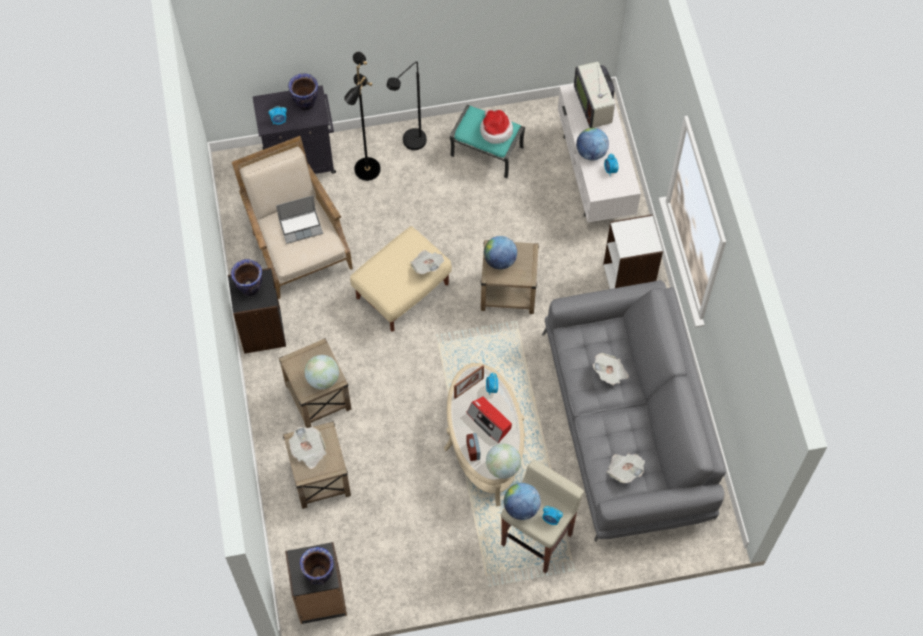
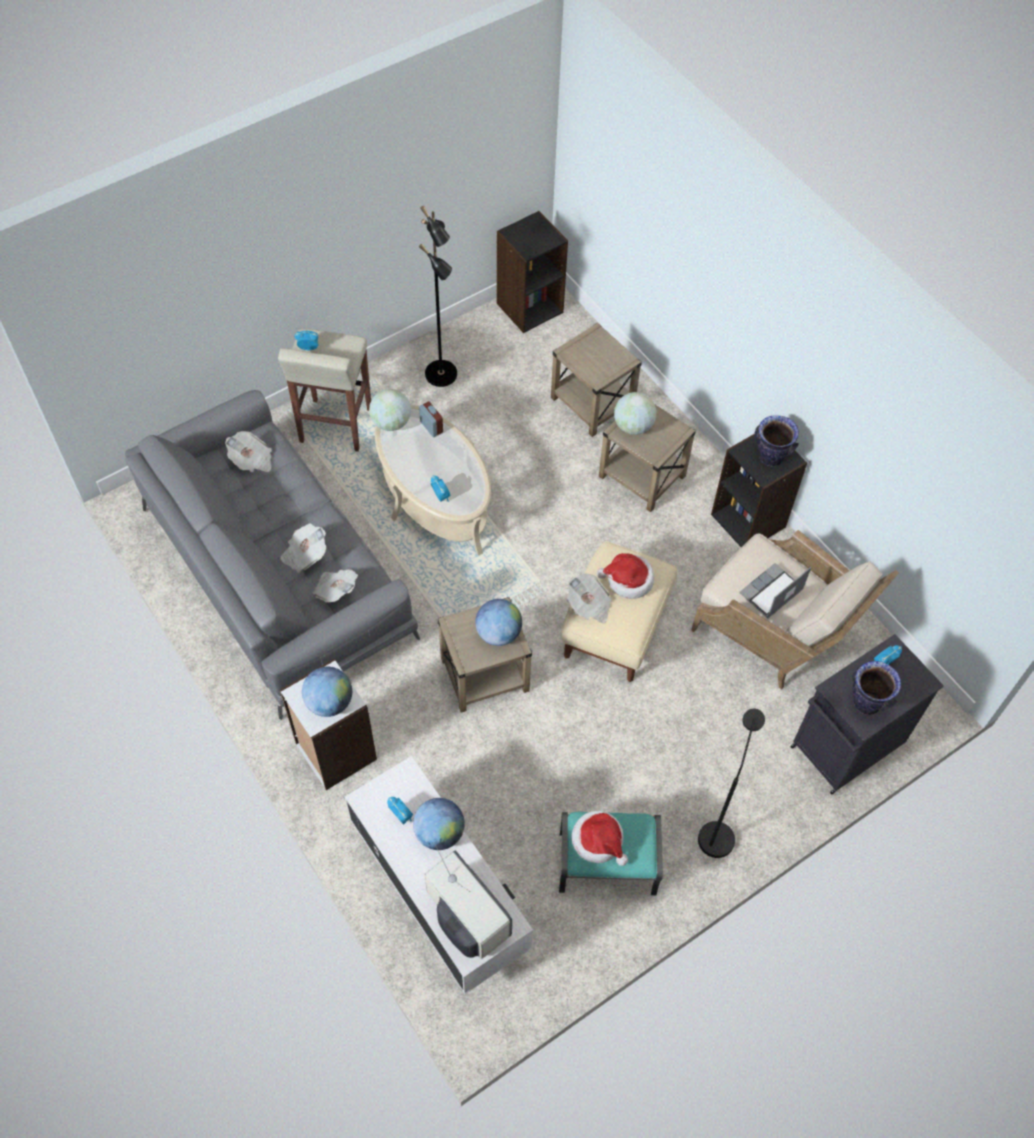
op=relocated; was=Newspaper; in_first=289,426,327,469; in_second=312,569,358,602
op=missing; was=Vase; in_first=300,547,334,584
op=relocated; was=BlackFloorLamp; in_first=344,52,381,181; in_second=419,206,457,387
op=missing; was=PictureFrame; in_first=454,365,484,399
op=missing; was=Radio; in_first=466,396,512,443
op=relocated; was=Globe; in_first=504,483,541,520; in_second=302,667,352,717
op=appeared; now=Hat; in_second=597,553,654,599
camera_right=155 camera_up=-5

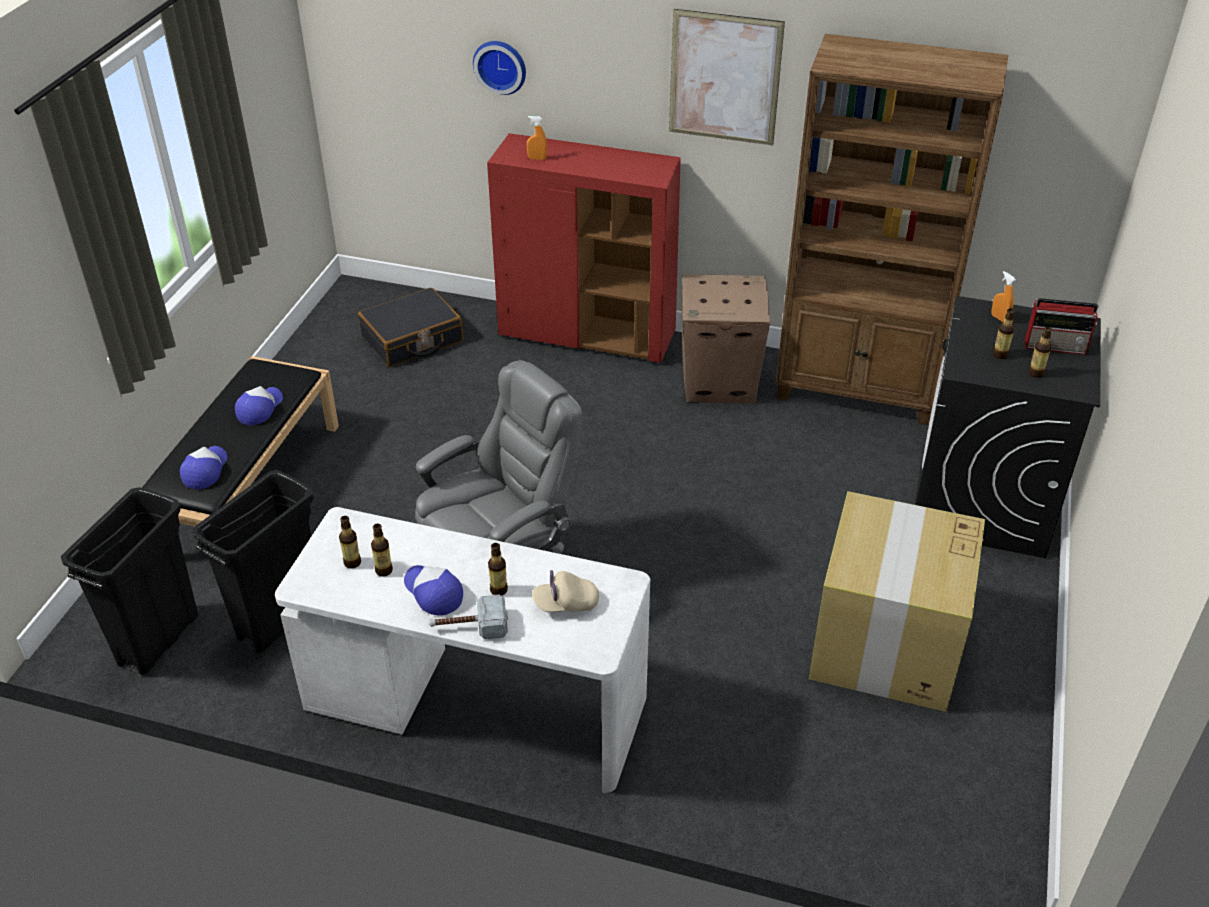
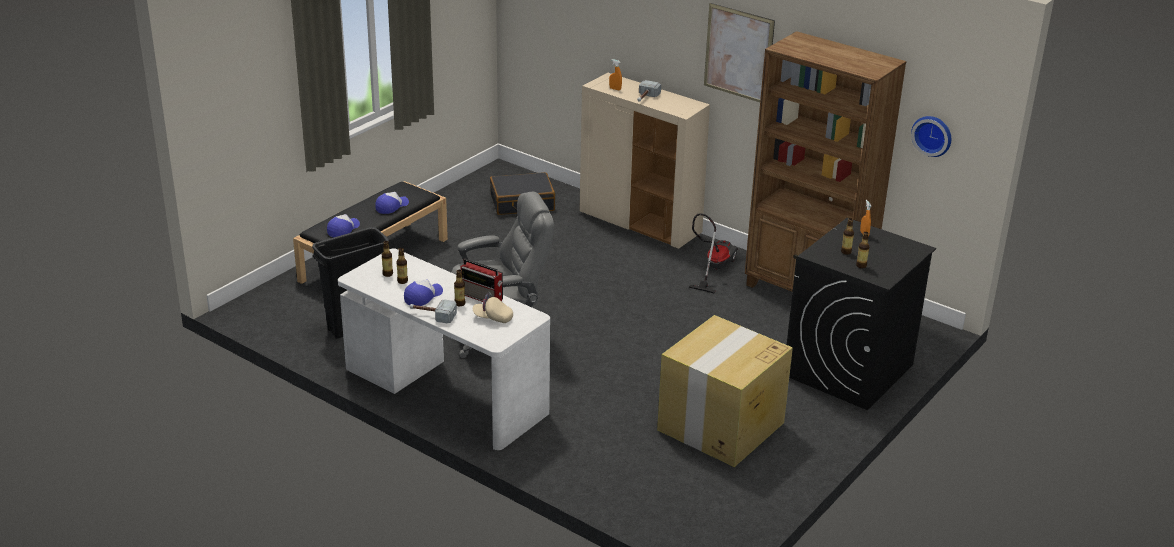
op=missing; was=BlackTrashCan; in_first=61,487,198,675
op=spun; was=Cap; in_first=404,565,463,615; in_second=404,279,443,306; clockwise=60
op=relocated; was=WallClock; in_first=473,41,526,95; in_second=911,116,951,157
op=colour; was=RedCabinet; now=BeigeCabinet; in_first=487,133,681,363; in_second=579,73,710,249
op=exchanged; was=CardboardBox; now=VacuumCleaner; in_first=682,274,770,404; in_second=688,213,738,293
op=relocated; was=Radio; in_first=1025,298,1099,355; in_second=460,259,503,302
op=appeared; now=Hammer; in_second=637,80,661,102
camera_right=20 camera_up=-10

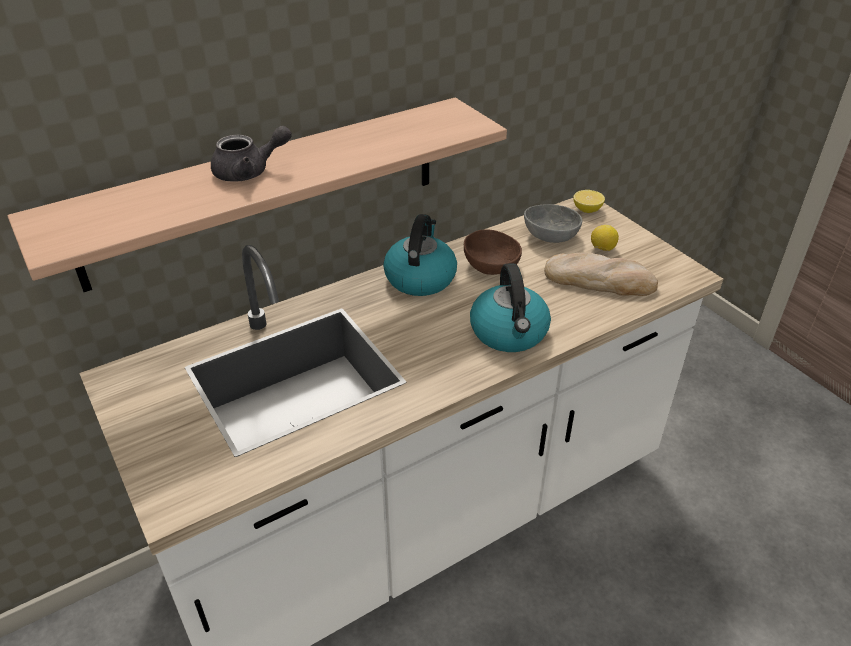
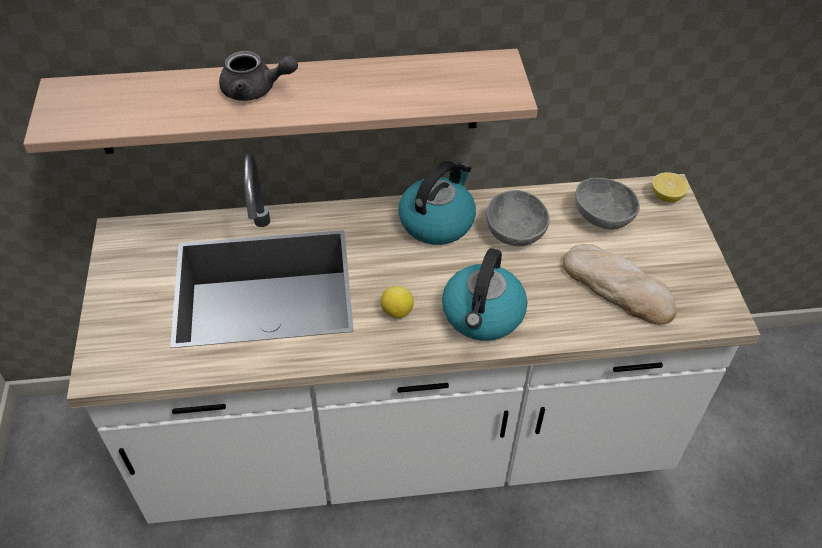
op=colour; was=BrownBowl; now=GreyBowl; in_first=464,229,522,275; in_second=486,190,550,246
op=relocated; was=Lemon; in_first=591,225,619,251; in_second=381,286,414,318
camera_right=25 camera_up=10

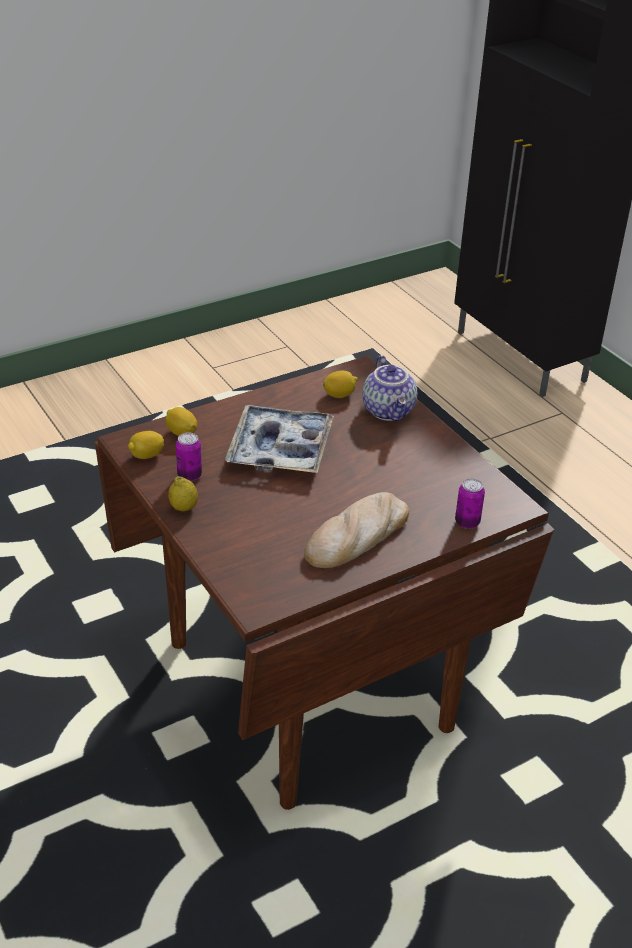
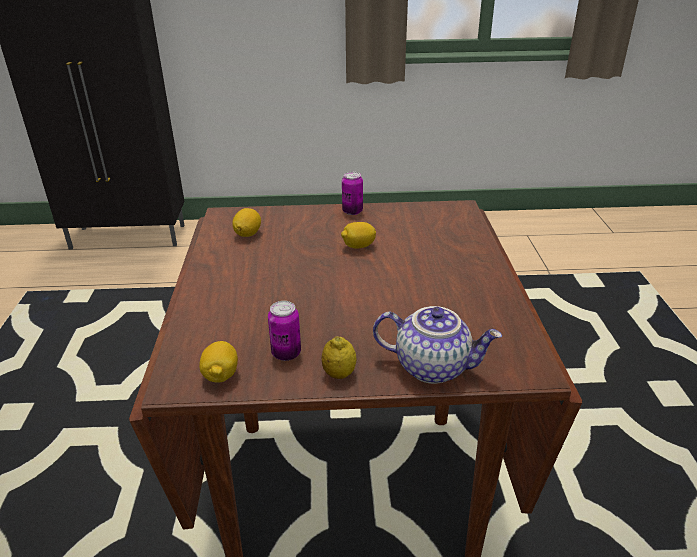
op=relocated; was=Lemon; in_first=165,407,197,436; in_second=341,222,376,249
op=missing; was=Tray; in_first=225,405,334,473
op=missing; was=Bread; in_first=304,492,409,568
op=relocated; was=Teapot; in_first=363,355,417,421; in_second=373,306,502,384
op=relocated; was=Can; in_first=455,478,485,529; in_second=342,172,363,215
camera_right=-60 camera_up=-5

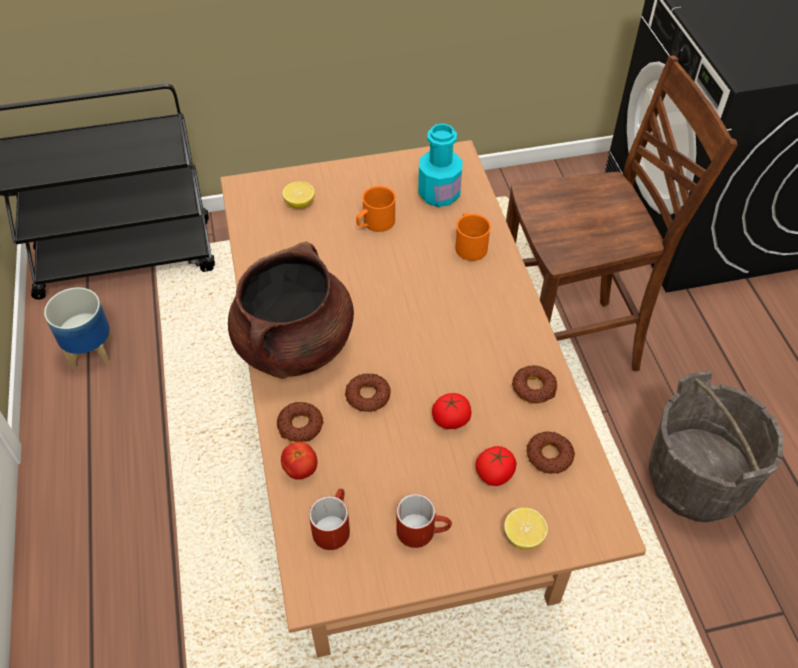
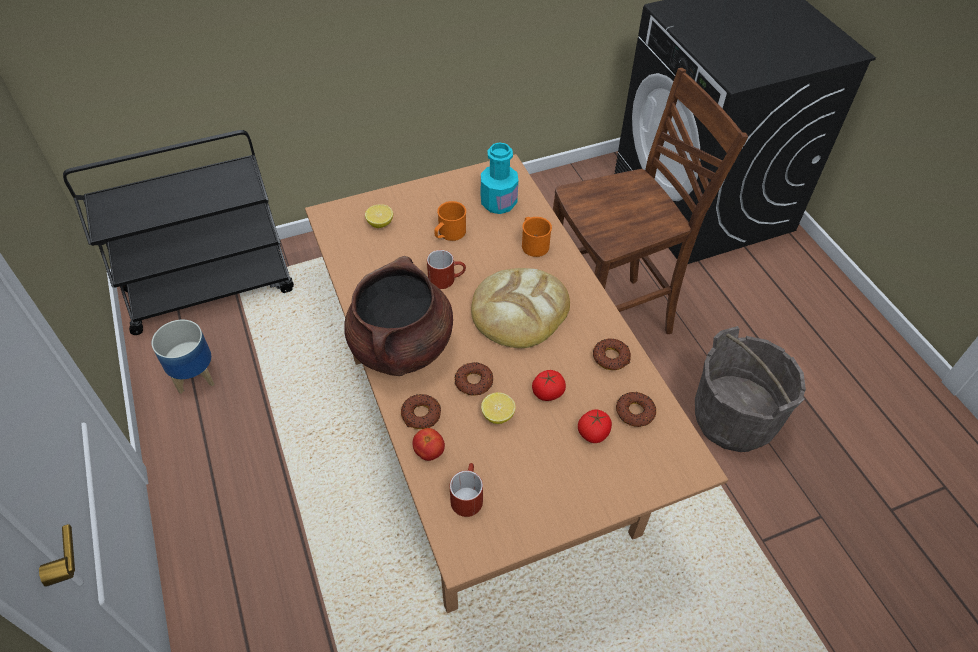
op=relocated; was=RedMug; in_first=396,494,452,548; in_second=427,250,466,289
op=relocated; was=Lemon; in_first=504,508,548,549; in_second=481,392,516,424
op=appeared; now=Bread; in_second=471,268,570,348
camera_right=-10 camera_up=0

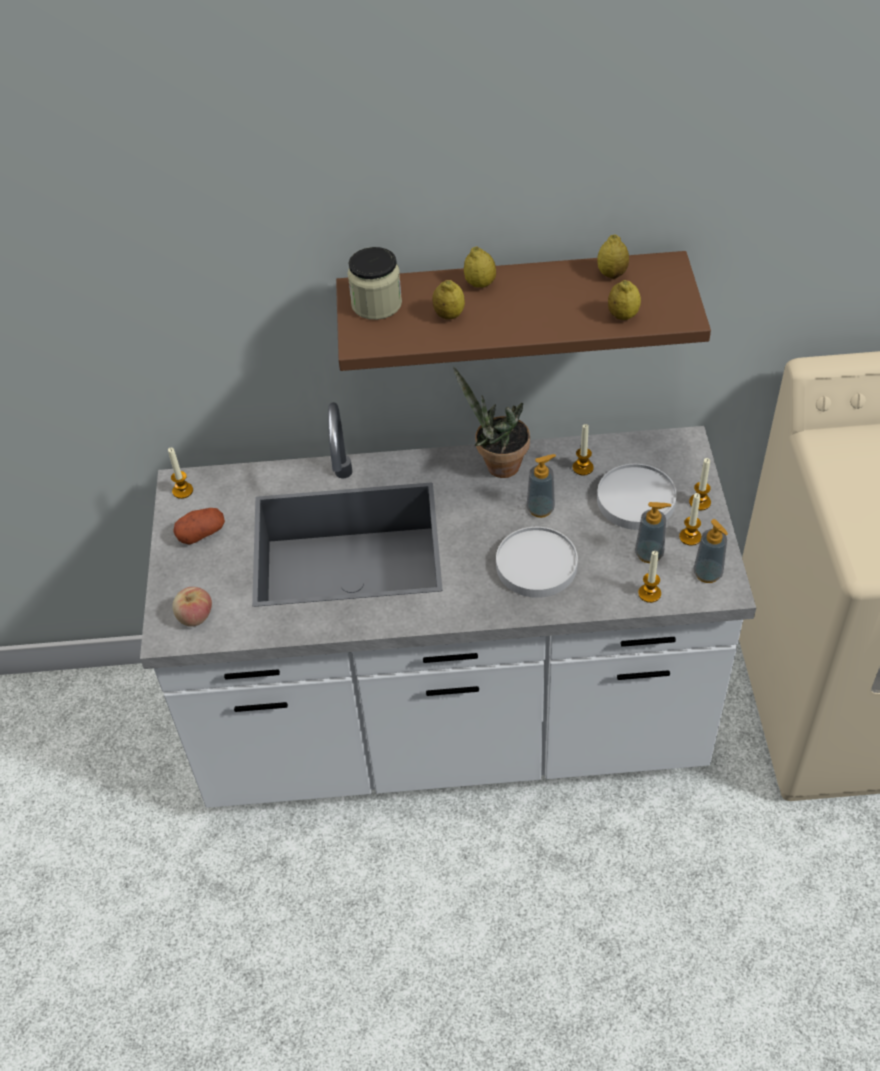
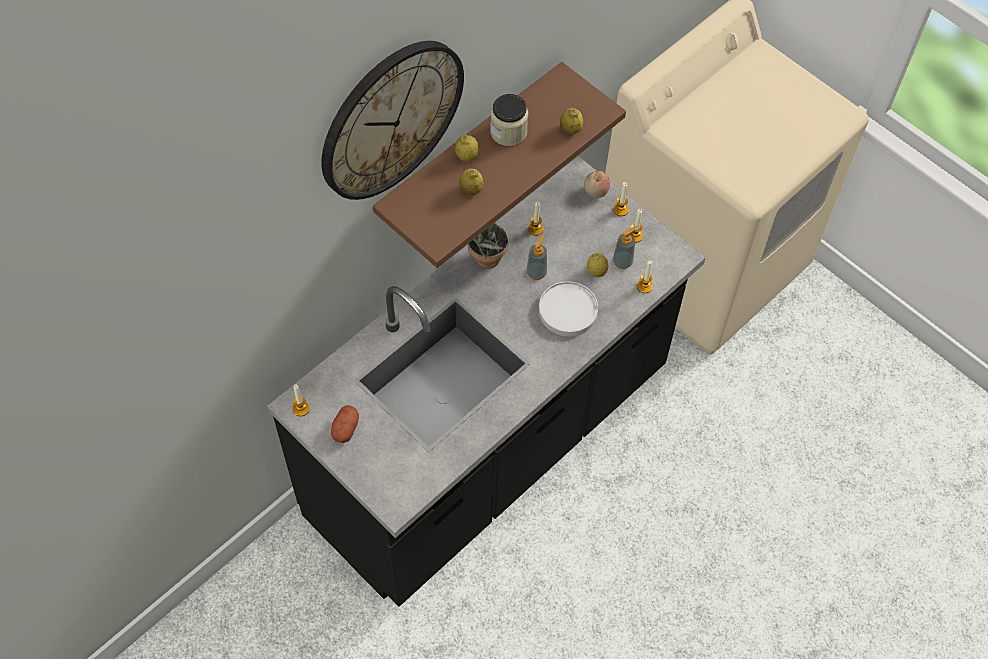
op=colour; was=WhiteCounter; now=BlackCounter; in_first=140,402,756,808; in_second=267,156,706,607
op=relocated; was=Apple; in_first=172,587,212,627; in_second=584,171,610,198
op=relocated; was=Jar; in_first=347,247,402,320; in_second=490,94,528,146
op=relocated; was=Lemon; in_first=597,234,629,279; in_second=587,252,608,277
op=missing; was=WhitePlate; in_first=597,464,677,530
op=missing; was=SoapDispenser; in_first=694,519,728,583
op=appeared; now=WallClock; in_second=322,41,464,200
camera_right=-45 camera_up=10

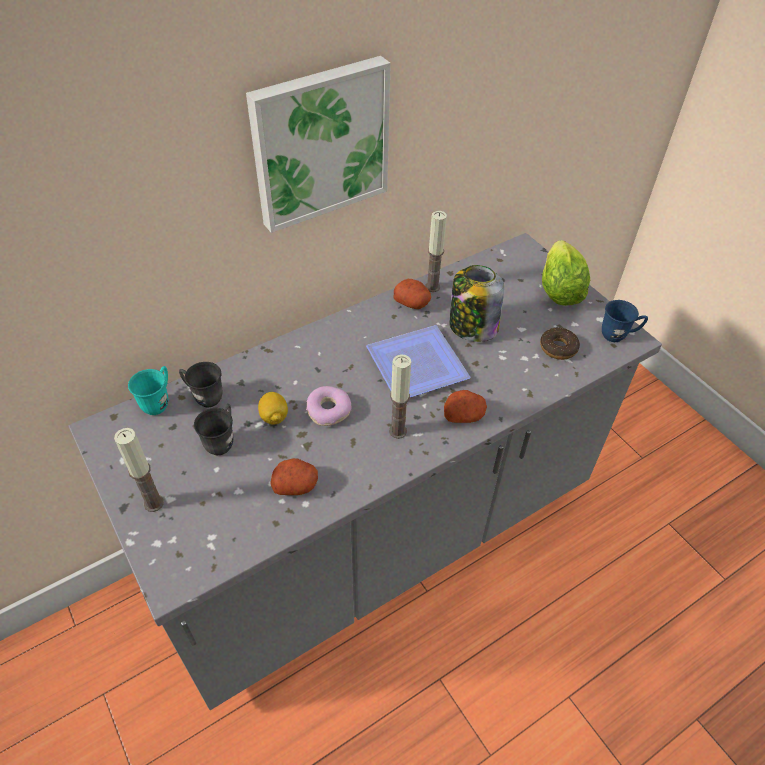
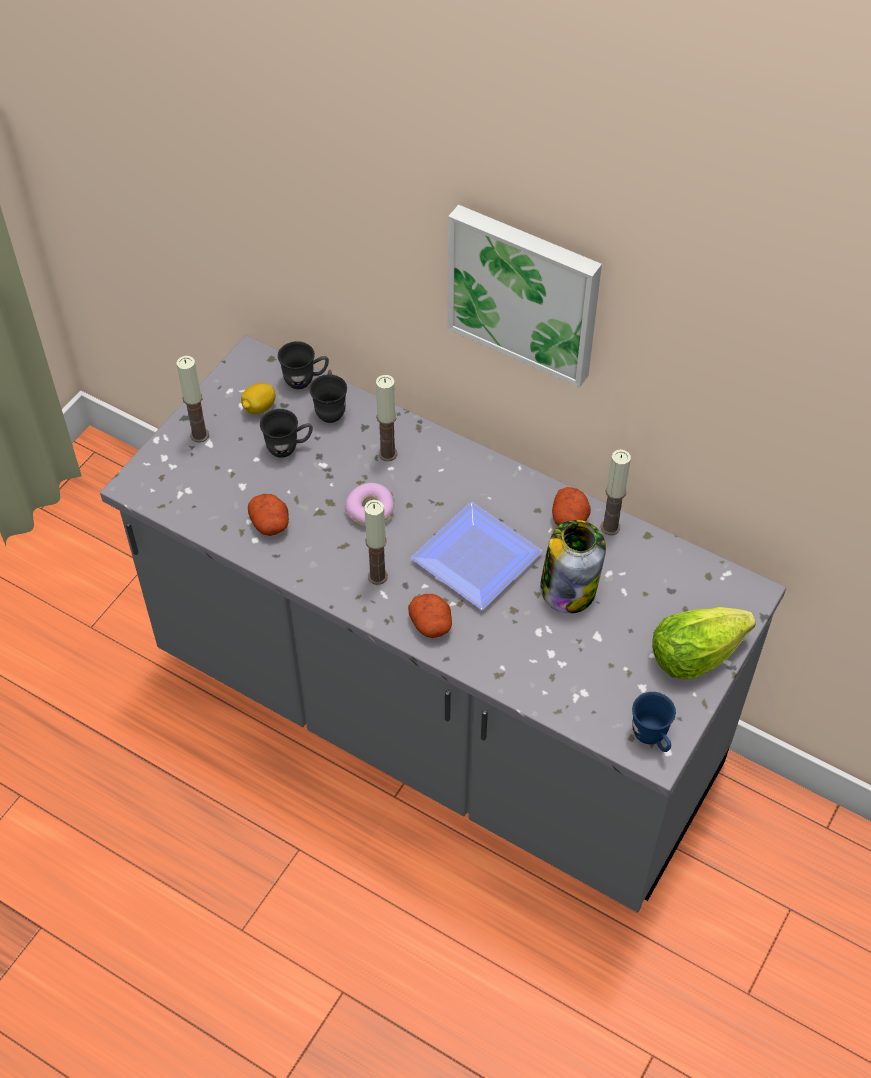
op=colour; was=TurquoiseMug; now=GreyMug; in_first=128,366,168,415; in_second=278,341,329,389
op=relocated; was=Lemon; in_first=258,392,288,424; in_second=241,383,276,414
op=missing; was=Donut; in_first=540,328,580,360
op=appeared; now=Candle; in_second=376,375,397,461
camera_right=65 camera_up=5

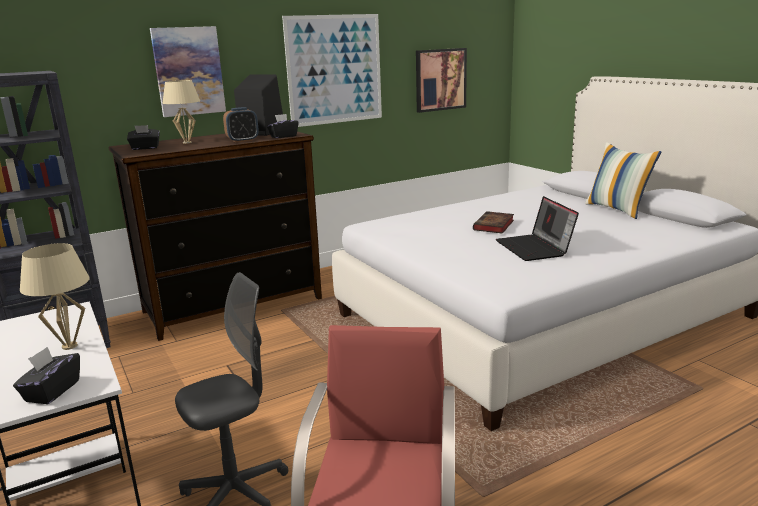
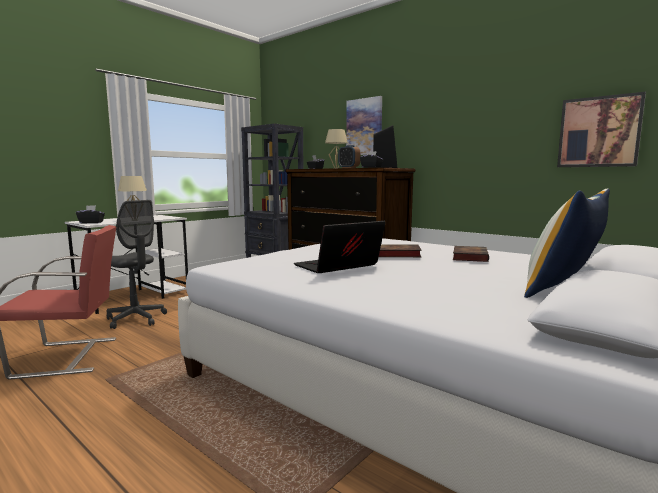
op=missing; was=Picture; in_first=282,14,382,127
op=appeared; now=Book; in_second=453,246,489,262
camera_right=70 camera_up=-10

